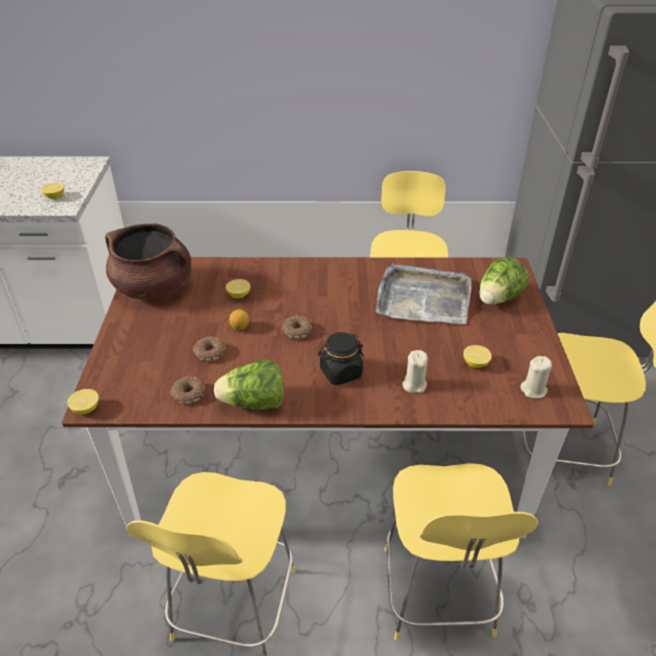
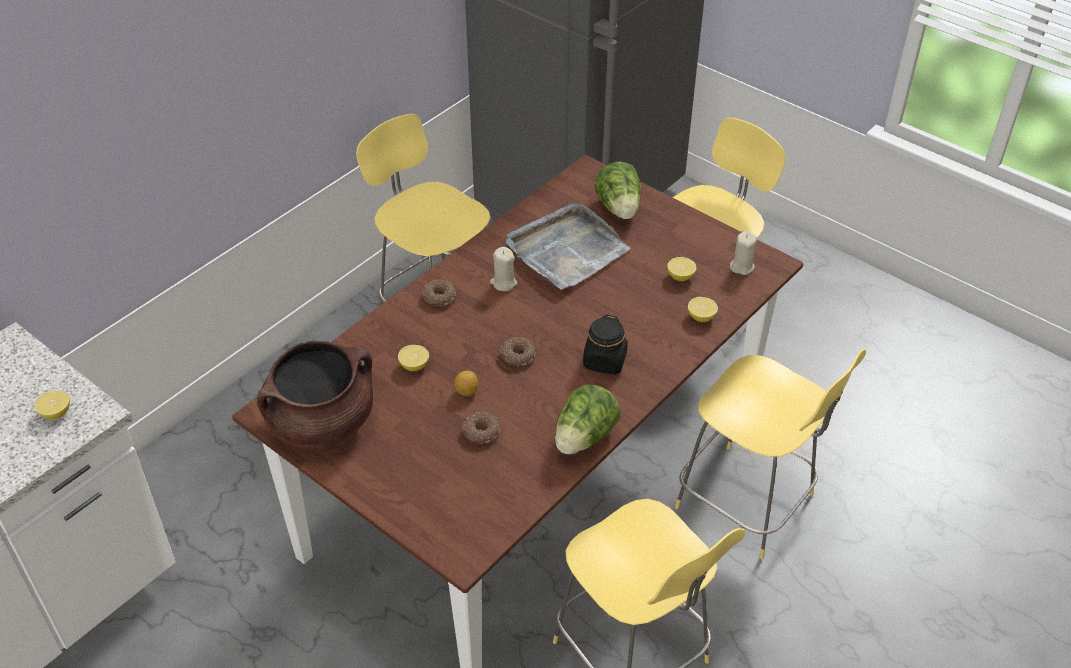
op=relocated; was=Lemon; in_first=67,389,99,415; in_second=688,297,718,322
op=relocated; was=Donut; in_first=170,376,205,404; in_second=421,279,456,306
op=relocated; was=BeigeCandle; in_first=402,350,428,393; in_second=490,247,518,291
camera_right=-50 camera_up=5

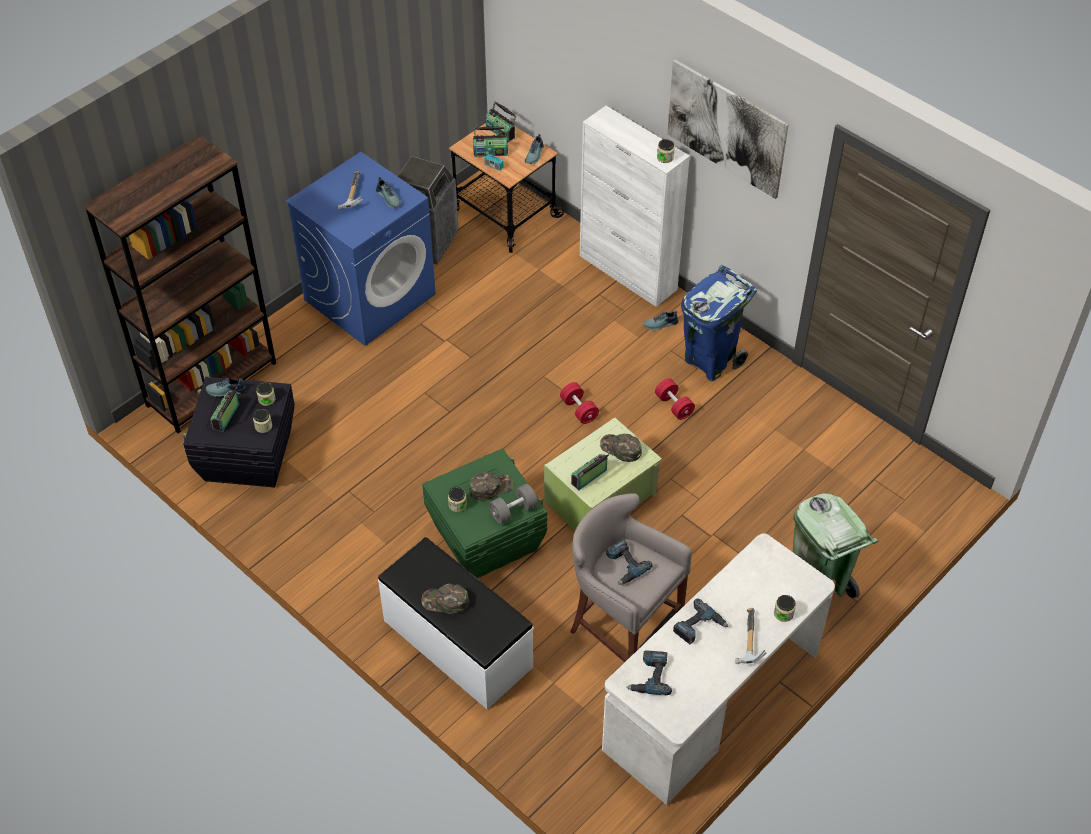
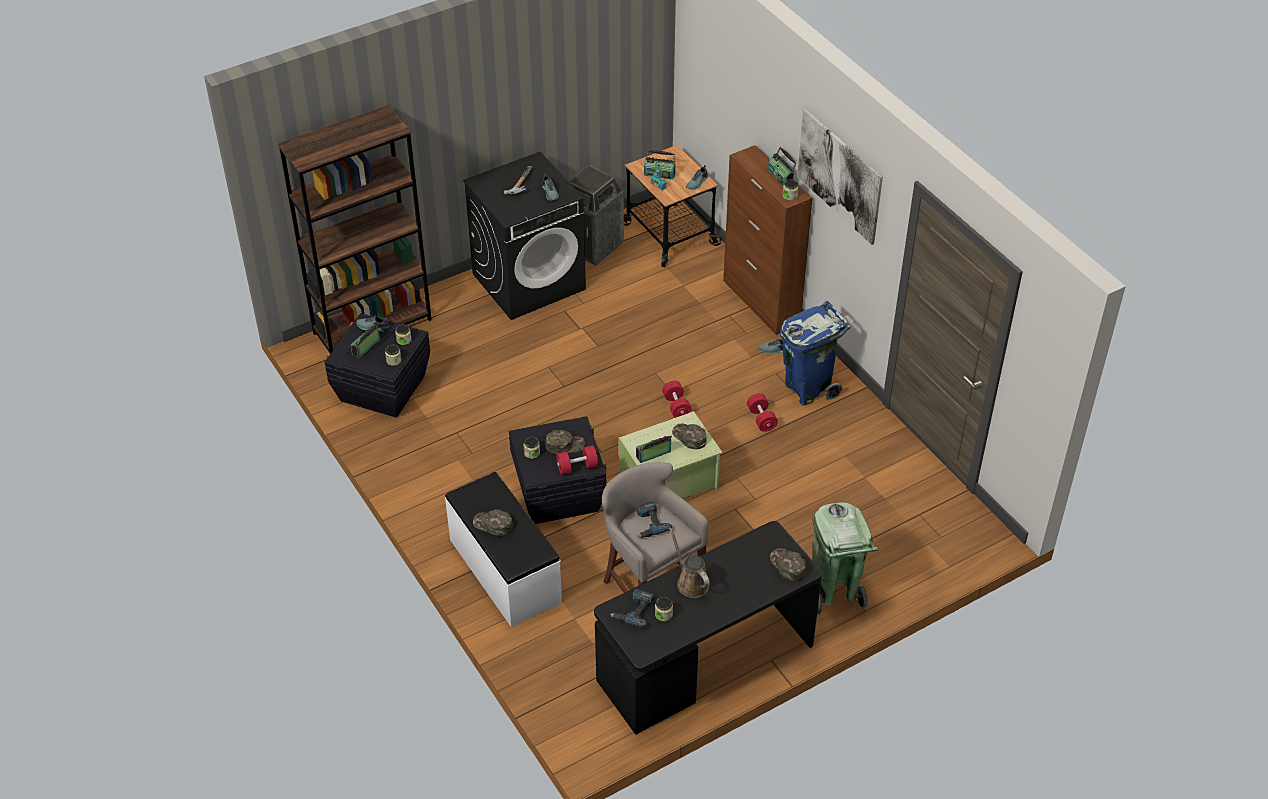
op=colour; was=BlueWashingMachine; now=BlackWashingMachine; in_first=286,152,436,346; in_second=463,152,586,320
op=colour; was=GreenStorageBox; now=BlackStorageBox; in_first=422,448,547,578; in_second=509,416,607,524
op=relocated; was=Radio; in_first=486,101,516,142; in_second=768,147,797,186
op=colour; was=GreyDumbbell; now=RedDumbbell; in_first=489,484,538,524; in_second=556,445,598,475
op=colour; was=WhiteCabinet; now=BrownCabinet; in_first=580,106,690,307; in_second=723,145,812,335
op=colour; was=WhiteDesk; now=BlackDesk; in_first=602,533,835,805; in_second=594,521,822,735
op=exchanged; was=PowerDrill; now=BrownWateringCan; in_first=673,599,728,644; in_second=669,527,710,598
op=missing; was=Hammer; in_first=735,608,766,664
op=relocated; was=Jar; in_first=774,595,796,622; in_second=655,597,673,621
op=appeared; now=GreenCap; in_second=770,548,806,581
camera_right=15 camera_up=-5

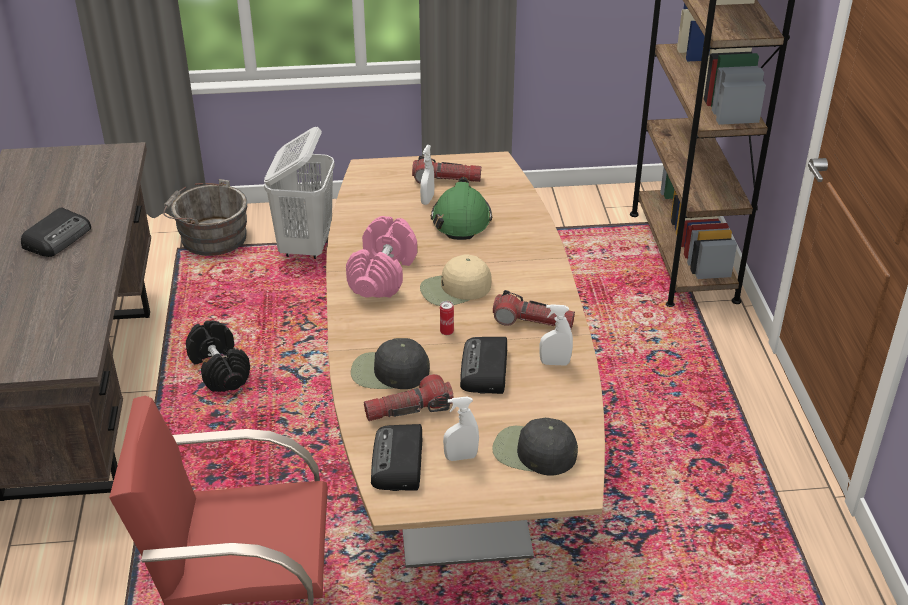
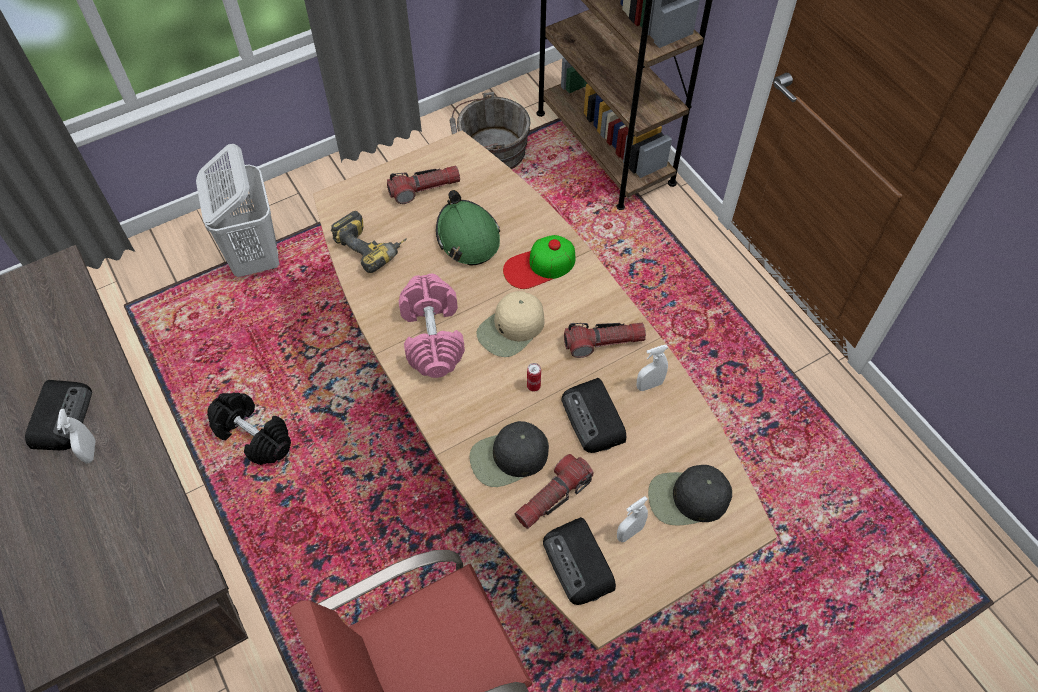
op=relocated; was=GreyBucket; in_first=163,179,248,256; in_second=450,92,530,169
op=relocated; was=WhiteSprayBottle; in_first=420,145,434,205; in_second=57,409,96,464
op=appeared; now=PowerDrill; in_second=331,211,407,273
op=appeared; now=Cap; in_second=503,235,575,289
camera_right=-25 camera_up=20

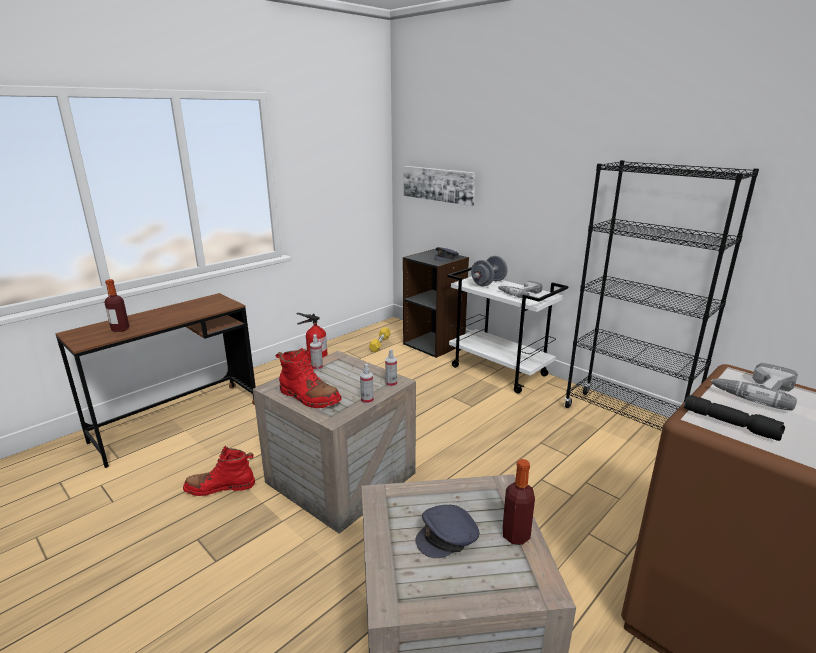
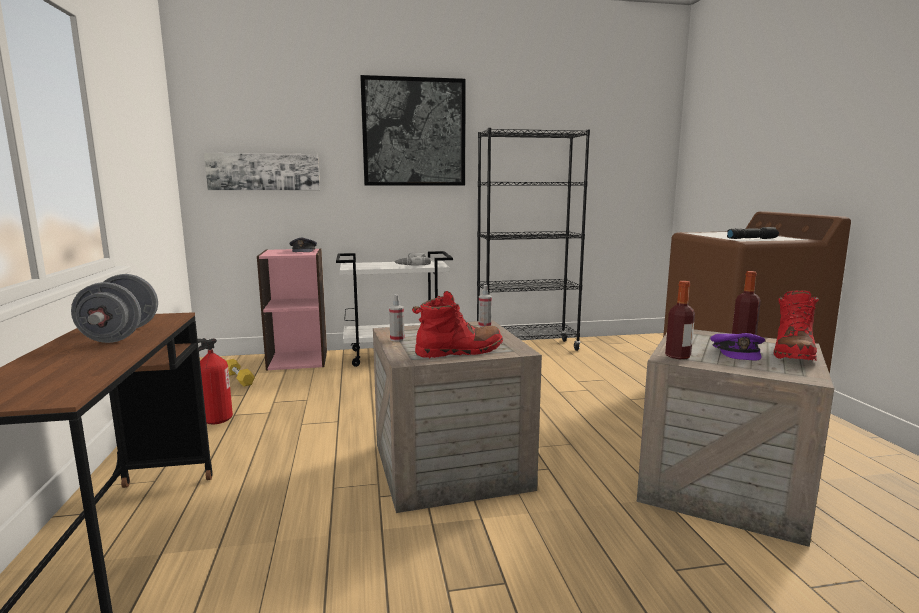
op=relocated; was=Bottle; in_first=104,279,130,332; in_second=665,281,695,359
op=relocated; was=RedBoot; in_first=183,446,255,496; in_second=774,290,819,361
op=missing; was=SprayBottle; in_first=360,364,374,404
op=colour; was=BlackBookcase; now=PinkBookcase; in_first=403,249,469,358; in_second=257,248,327,371
op=colour; was=GreyCap; now=PurpleCap; in_first=415,505,480,558; in_second=710,333,765,361
op=relocated; was=GreyDumbbell; in_first=471,256,507,287; in_second=71,274,158,343
op=missing; was=PowerDrill; in_first=711,363,798,411
op=appeared; now=Picture; in_second=360,75,466,186
camera_right=-55 camera_up=-10

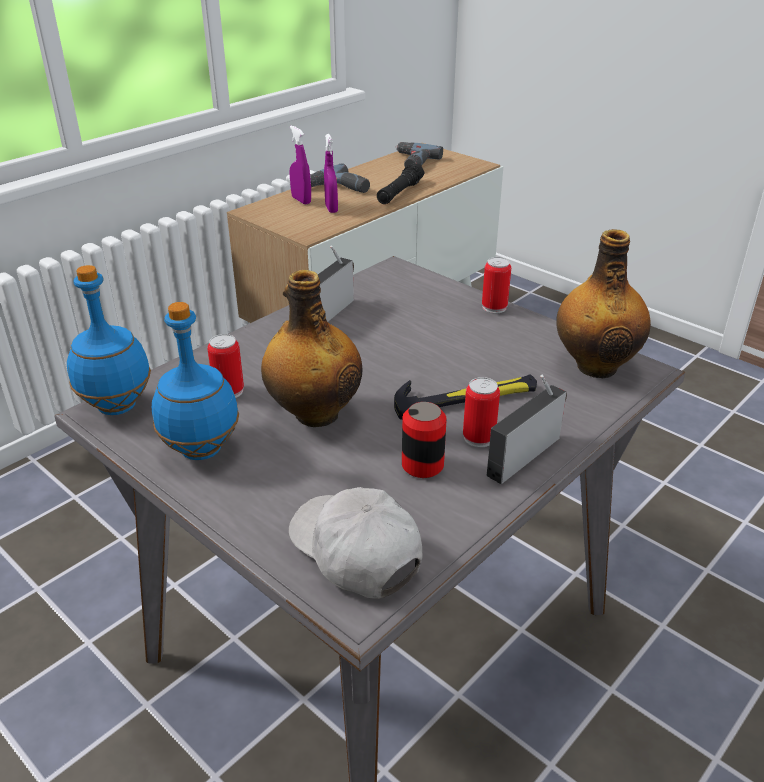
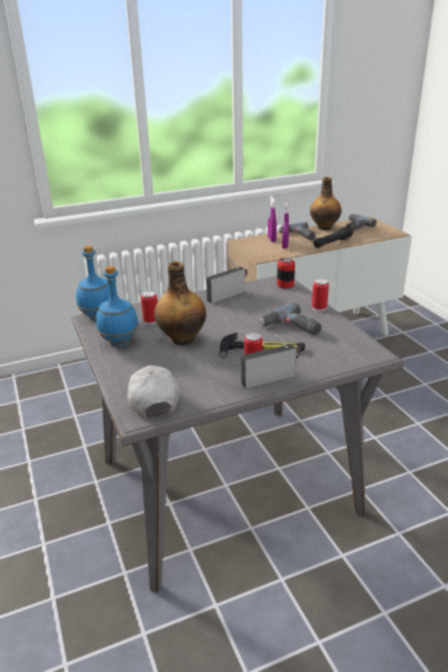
op=relocated; was=Can; in_first=402,402,447,478; in_second=277,257,295,289
op=relocated; was=Bottle; in_first=556,229,651,378; in_second=310,177,341,230
op=appeared; now=PowerDrill; in_second=259,303,321,335
camera_right=25 camera_up=-5

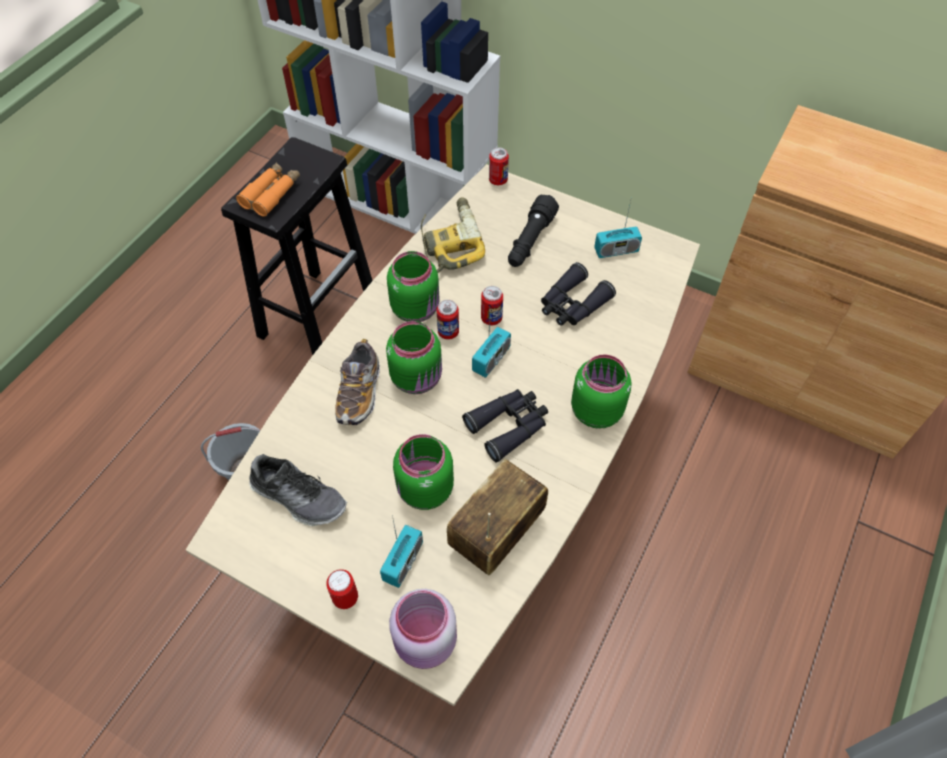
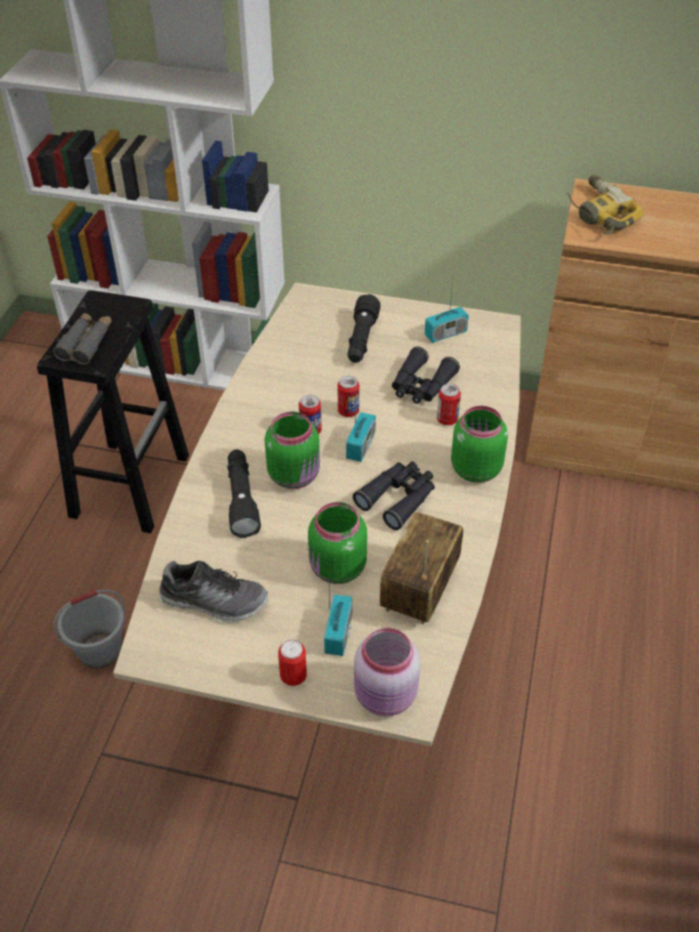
op=colour; was=OrangeBinoculars; now=GreyBinoculars; in_first=236,162,300,216; in_second=53,312,112,365
op=exchanged; was=Shoe; now=BlackFlashlight; in_first=335,339,380,425; in_second=227,449,261,538
op=missing; was=GreenJar; in_first=387,251,440,322
op=relocated; was=PowerDrill; in_first=421,197,485,273; in_second=567,175,644,235
op=relocated; was=Can; in_first=489,148,509,185; in_second=437,384,461,425
camera_right=-15 camera_up=-10

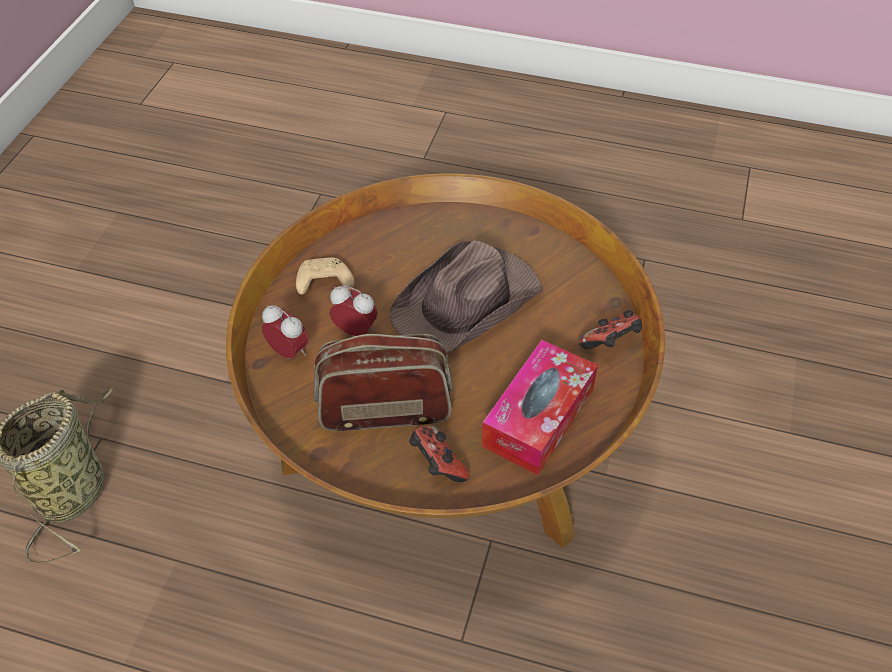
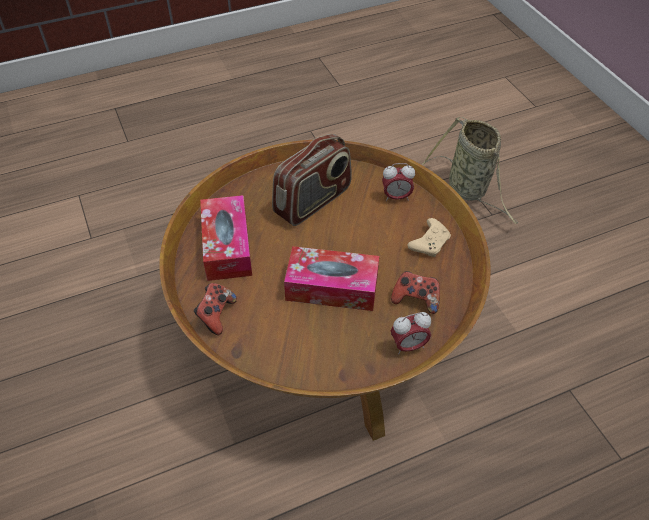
op=relocated; was=AlarmClock; in_first=330,285,378,336; in_second=391,312,431,354
op=exchanged; was=BrownHat; now=TissueBox; in_first=390,241,543,353; in_second=284,246,379,311
op=relocated; was=GameController; in_first=409,425,469,482; in_second=391,271,440,314
camera_right=140 camera_up=0

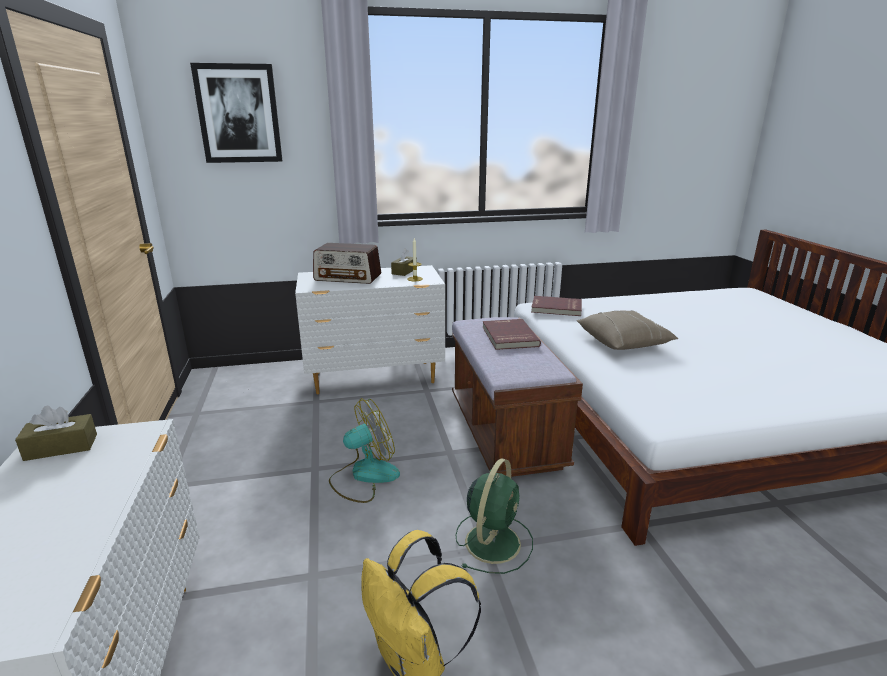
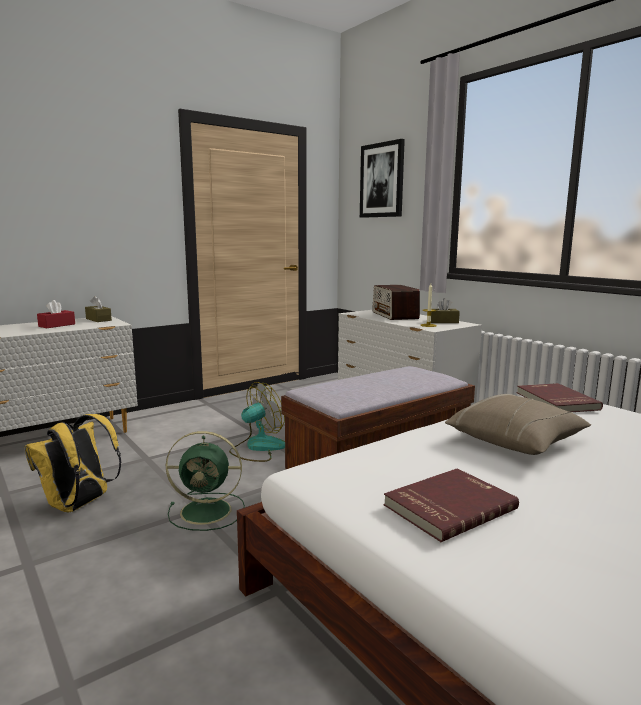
op=spun; was=Fan; in_first=329,398,400,503; in_second=229,382,285,462; clockwise=-75
op=relocated; was=RedBook; in_first=482,319,541,350; in_second=384,468,519,542
op=appeared; now=RedTissueBox; in_second=37,300,75,328
camera_right=65 camera_up=-10

